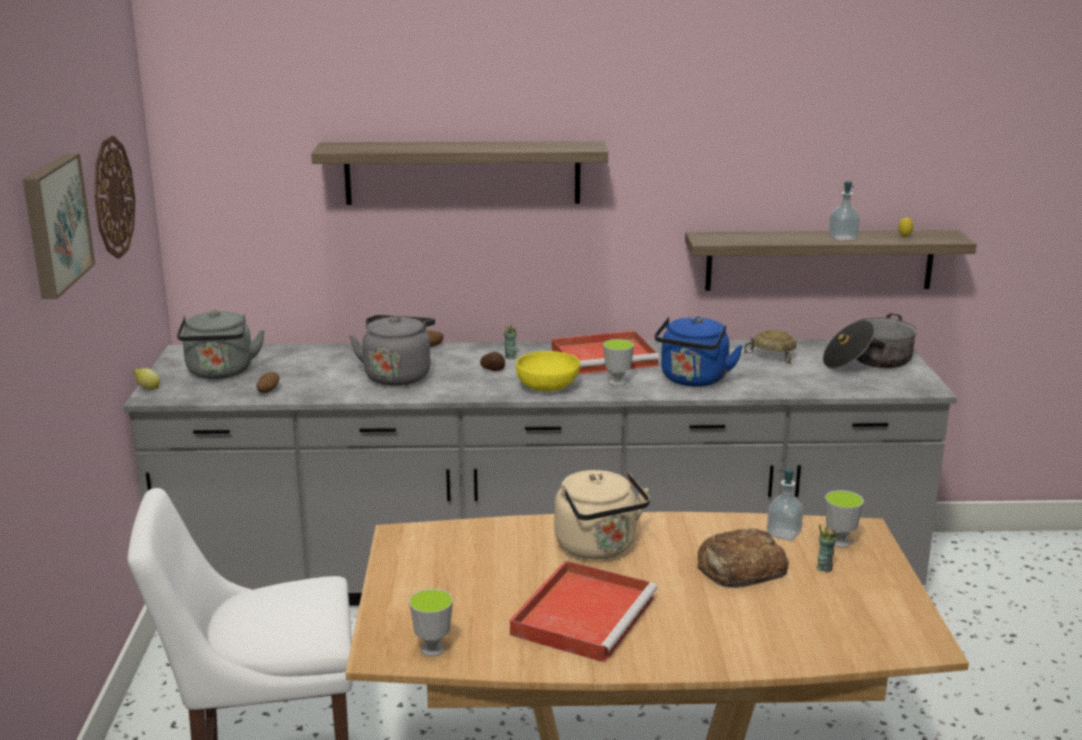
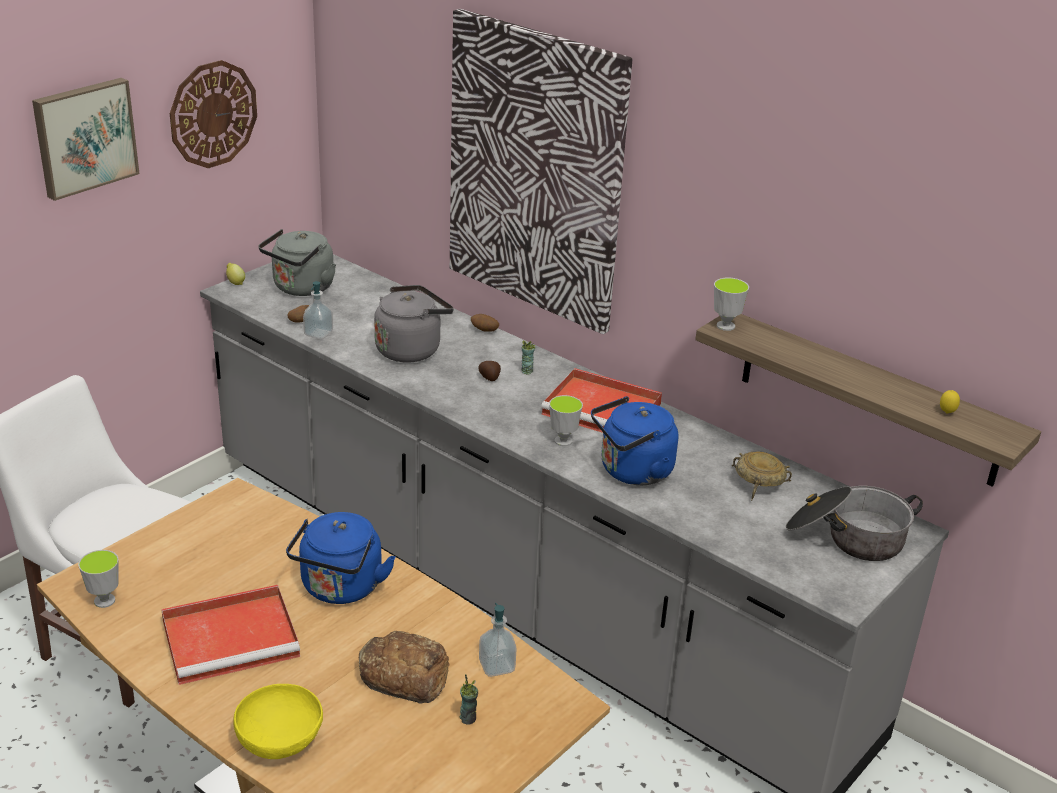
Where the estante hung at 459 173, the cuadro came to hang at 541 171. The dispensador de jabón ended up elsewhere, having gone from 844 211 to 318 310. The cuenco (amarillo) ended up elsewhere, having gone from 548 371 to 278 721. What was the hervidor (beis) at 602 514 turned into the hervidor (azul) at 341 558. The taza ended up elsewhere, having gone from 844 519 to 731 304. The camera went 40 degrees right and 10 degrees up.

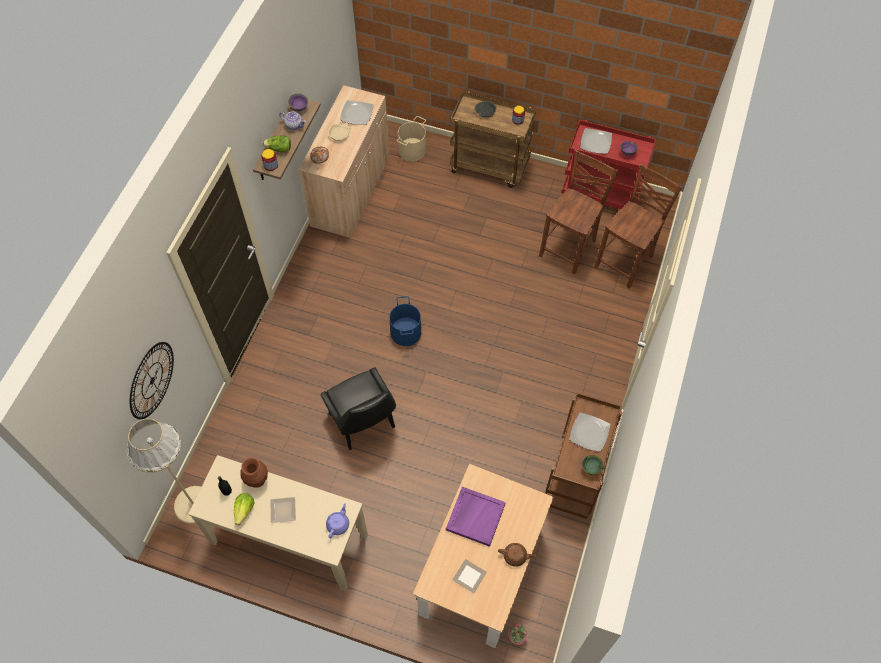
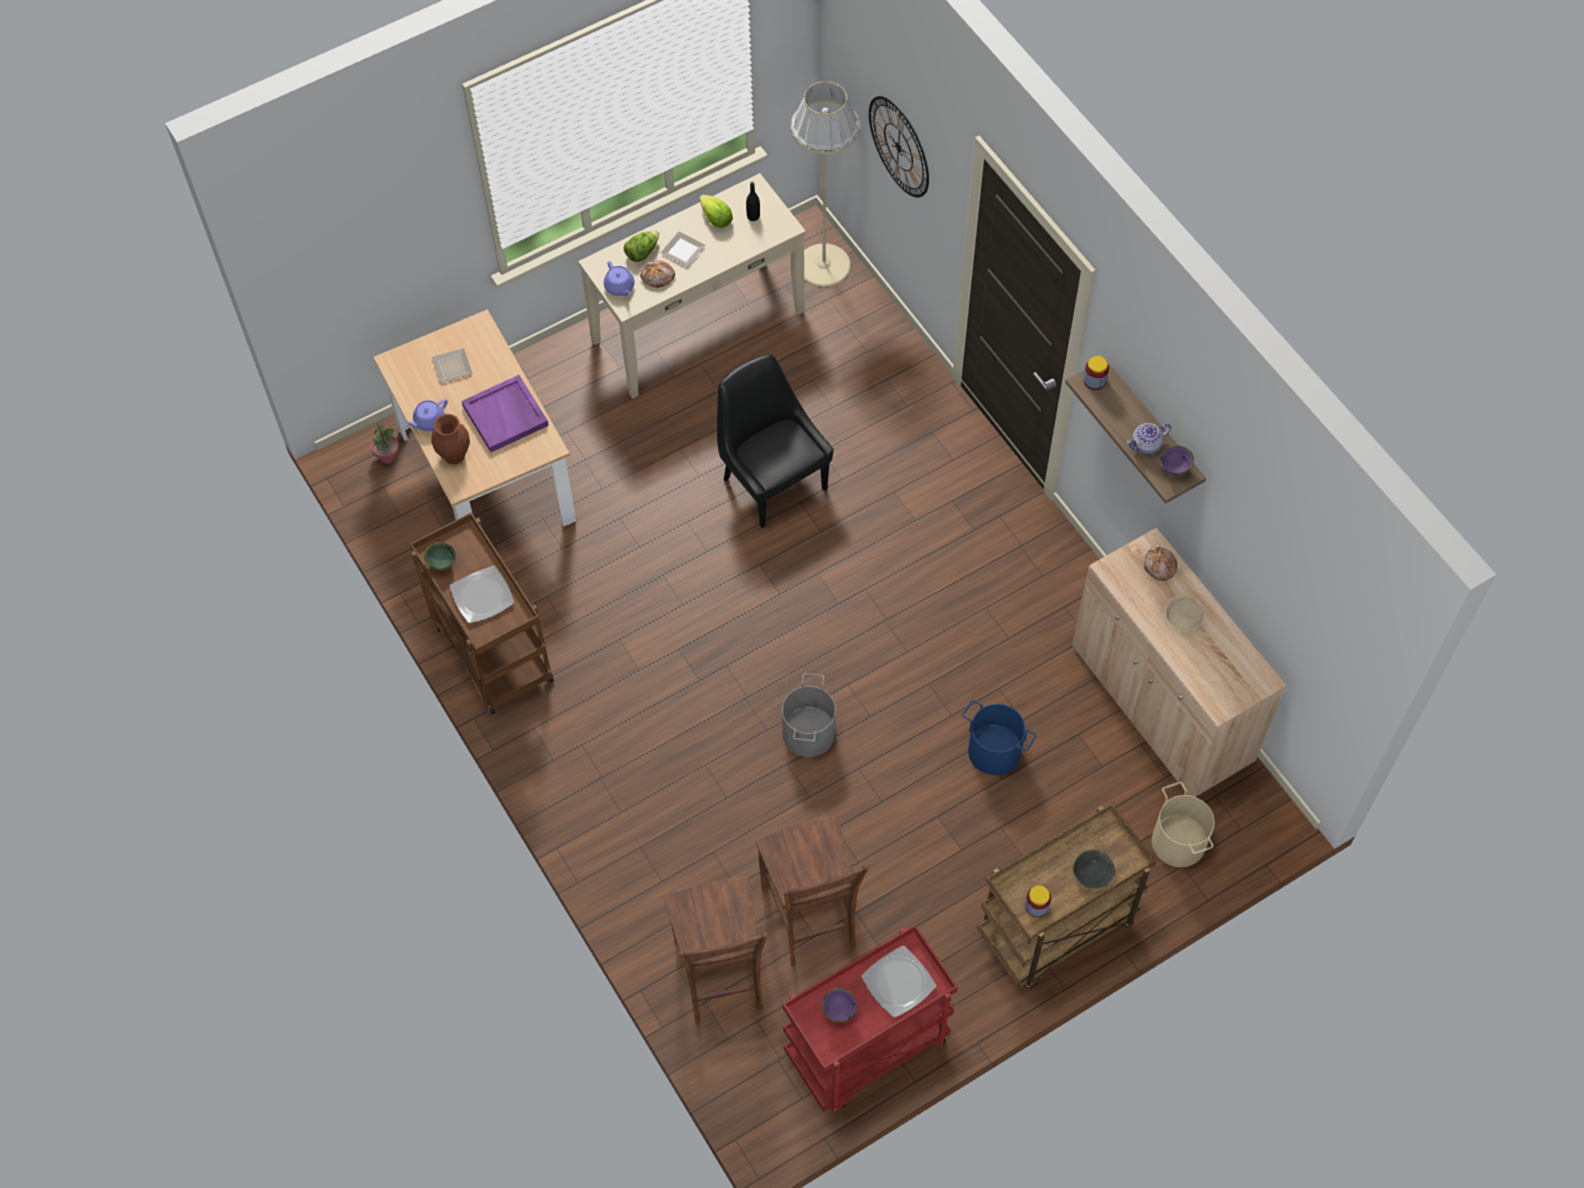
The second view lost the plato at 356 112. The lechuga ended up elsewhere, having gone from 276 144 to 641 246. The cubo (azul) ended up elsewhere, having gone from 405 321 to 999 737. The silla (negro) at 358 409 ended up facing another way, 45 degrees clockwise from before. The florero (marrón) ended up elsewhere, having gone from 254 472 to 450 439. What was the tetera (marrón) at 517 555 turned into the tetera (morado) at 426 415. The second view gained the pan at 657 274. The second view gained the cubo (gris) at 809 715. The camera went 130 degrees right and 0 degrees up.

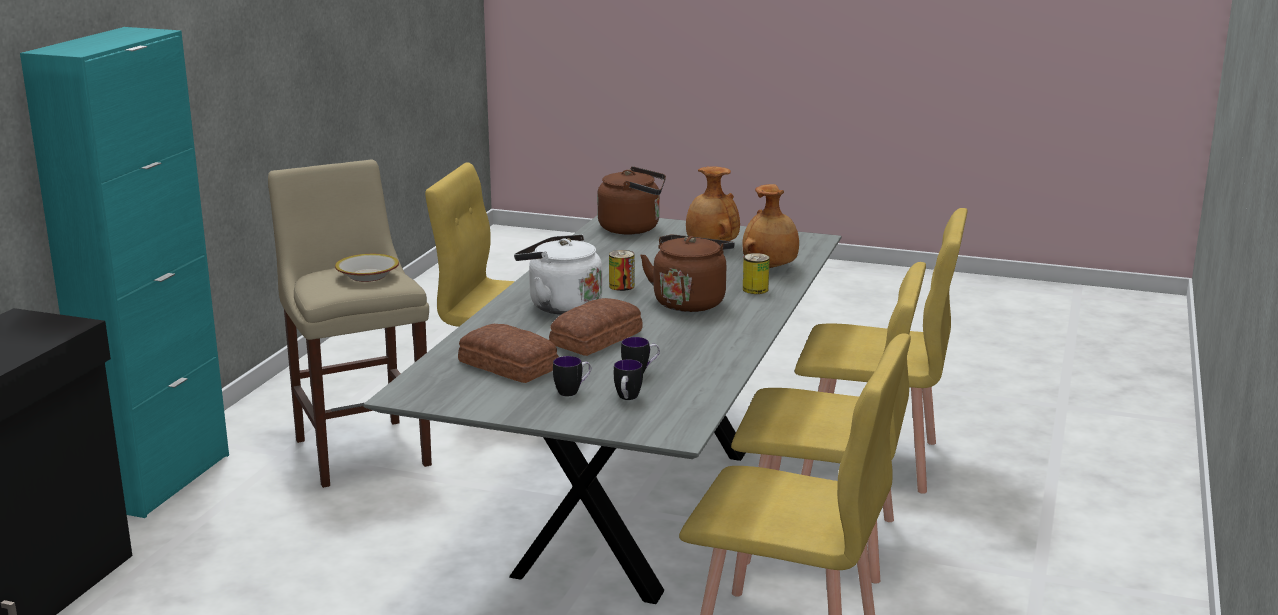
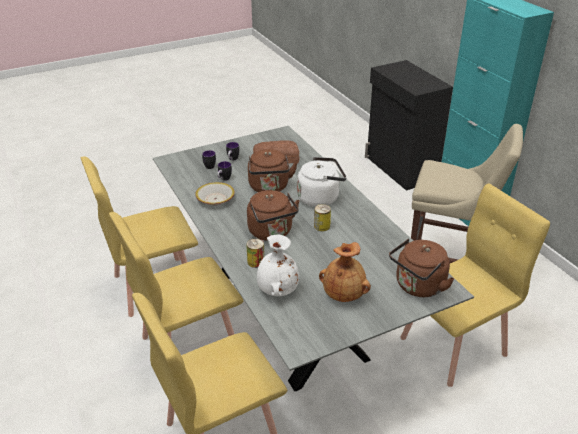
What was the florero (marrón) at 771 226 turned into the florero (blanco) at 278 265. The cuenco ended up elsewhere, having gone from 367 268 to 215 194. Where the pan stood at 596 327, the hervidor (marrón) came to stand at 273 170. The camera went 135 degrees right and 15 degrees up.

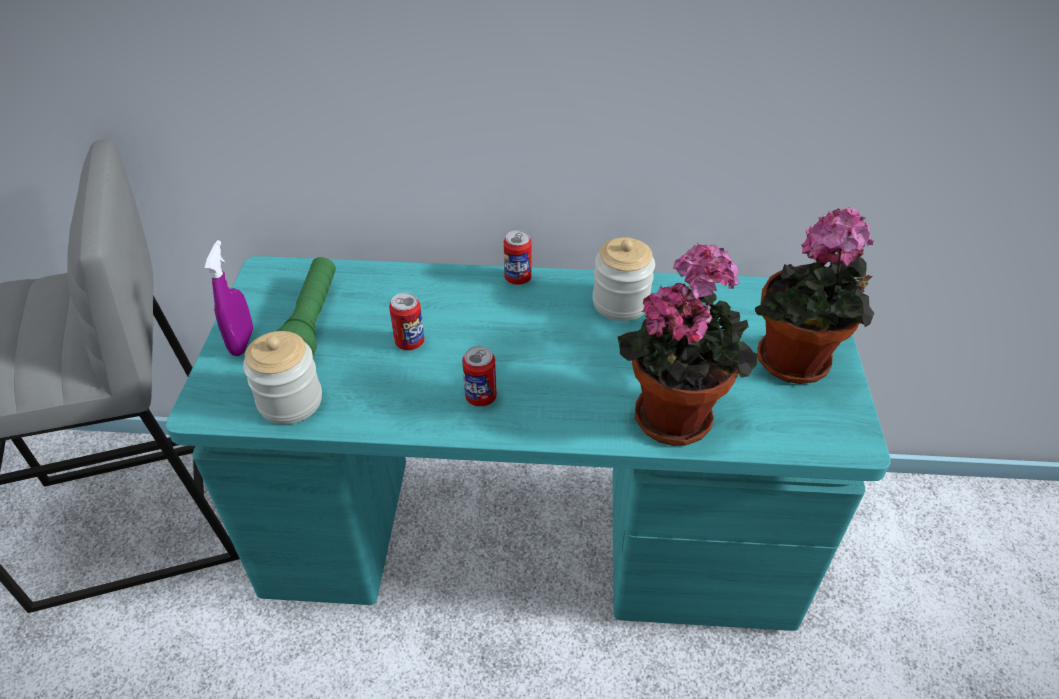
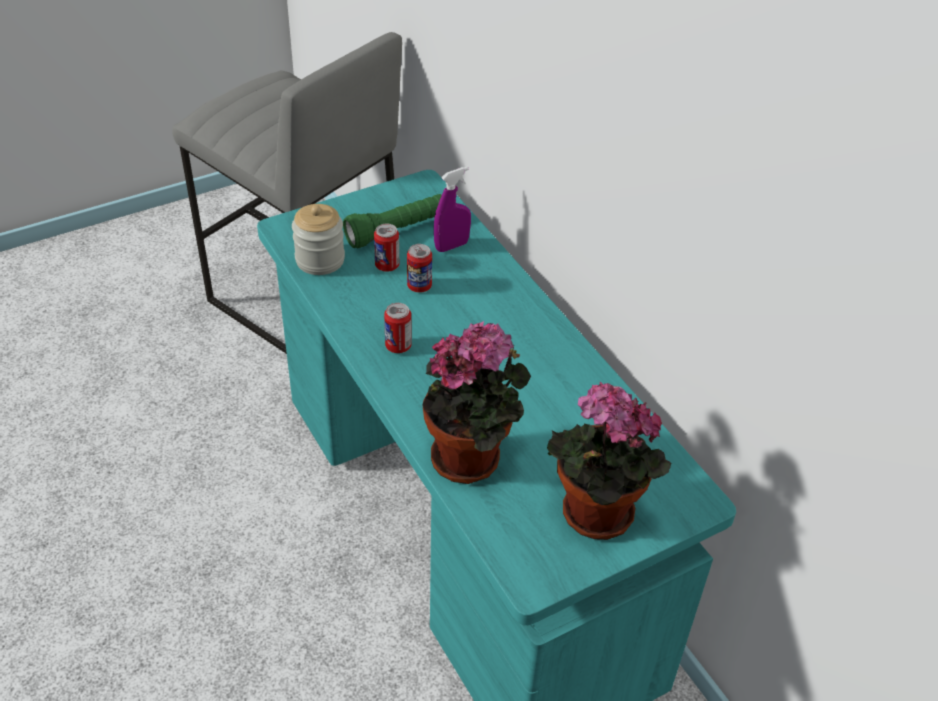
The lata ended up elsewhere, having gone from 518 257 to 386 248. The second view lost the tarro at 624 279. The pulverizador (morado) ended up elsewhere, having gone from 229 298 to 452 209. The camera went 55 degrees right and 0 degrees up.

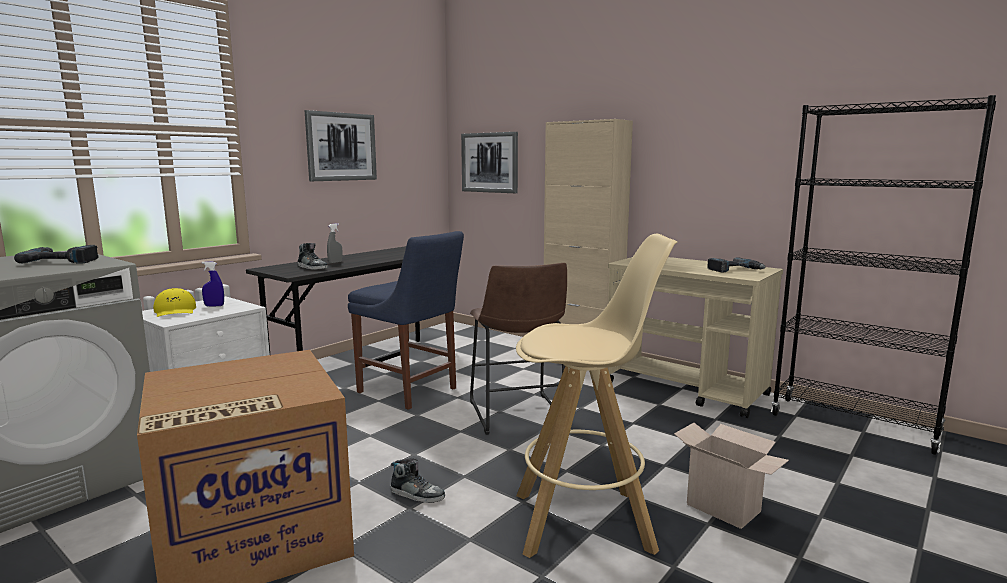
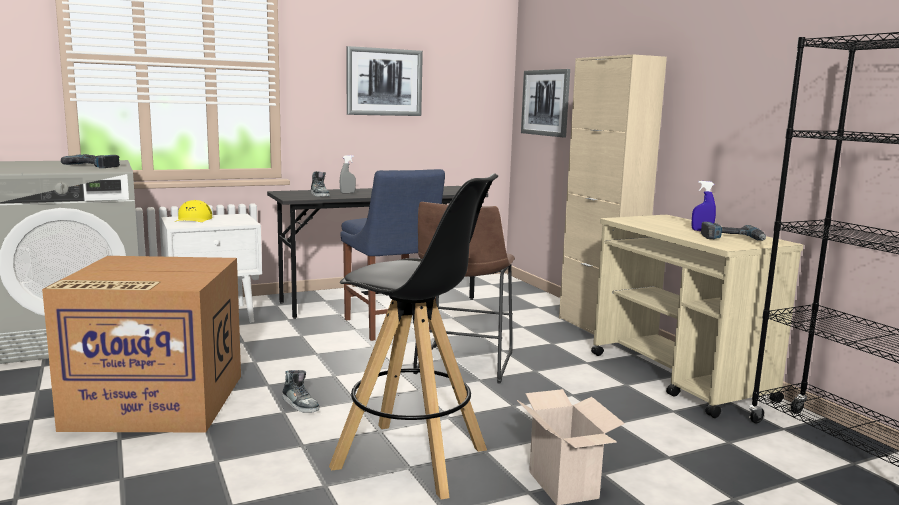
What was the taburete (beis) at 597 396 turned into the taburete (negro) at 413 336. The pulverizador (azul) ended up elsewhere, having gone from 213 284 to 704 206. The camera went 25 degrees right and 0 degrees up.

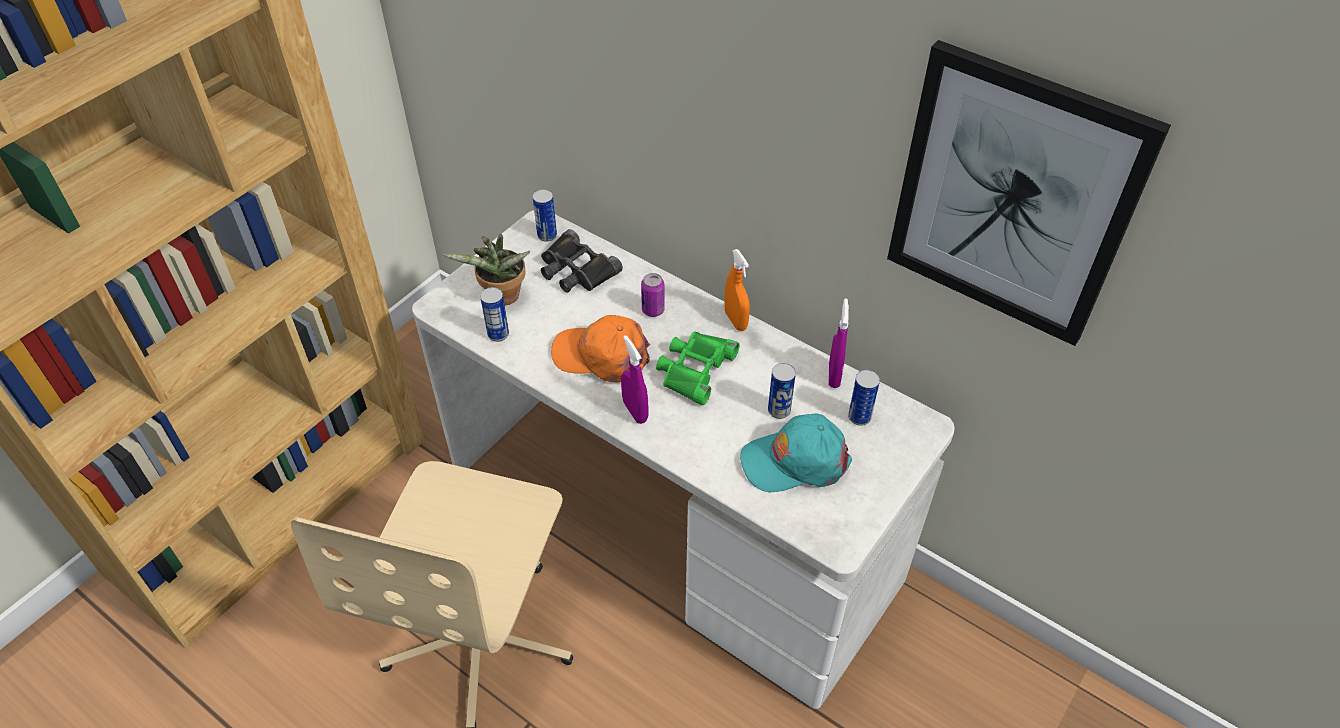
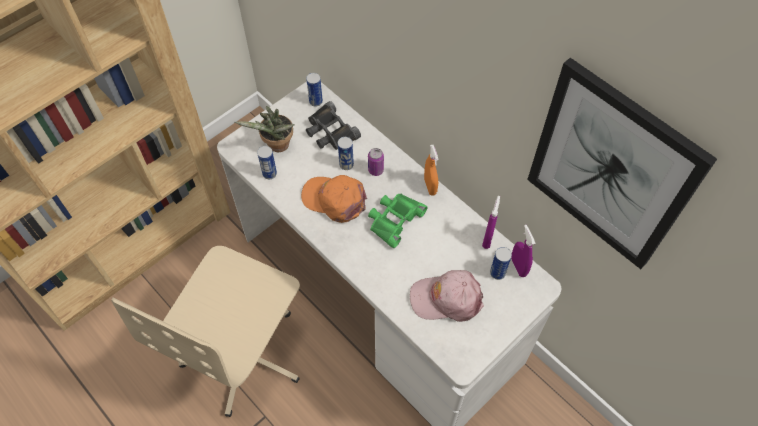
The pulverizador (morado) ended up elsewhere, having gone from 635 379 to 523 251. The lata ended up elsewhere, having gone from 782 391 to 346 153. What was the gorra (turquesa) at 796 453 turned into the gorra (rosa) at 447 296. The camera went 10 degrees right and 10 degrees up.

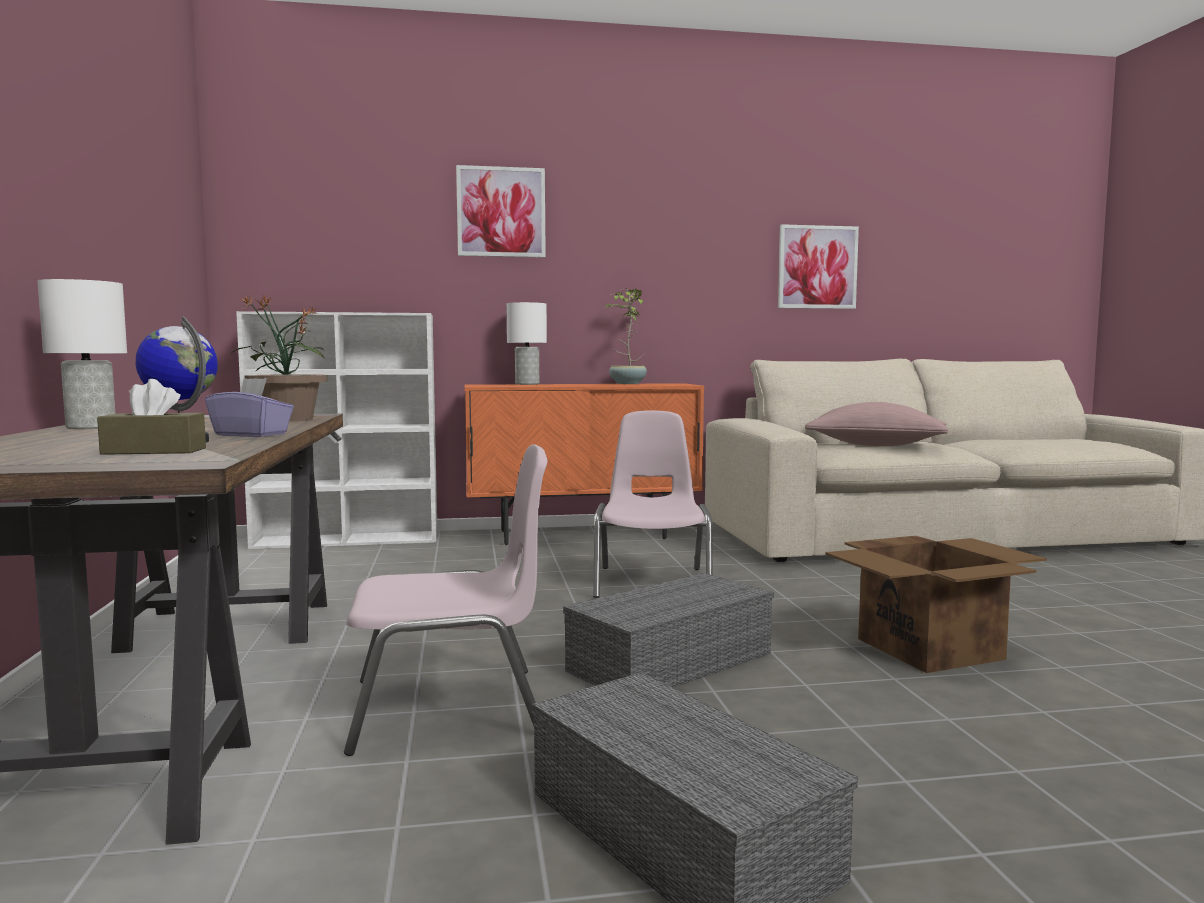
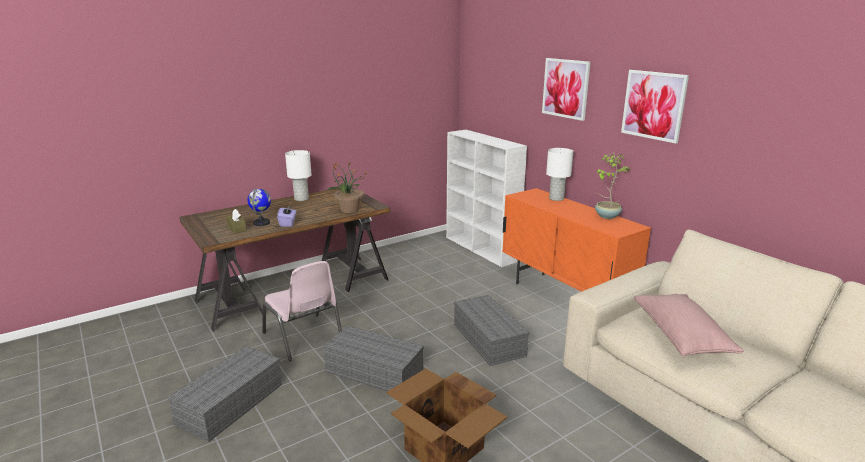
The cuadro ended up elsewhere, having gone from 818 266 to 655 107. Where the silla (rosa) stood at 653 504, the caja de almacenaje (gris) came to stand at 491 330. The camera went 65 degrees right and 15 degrees up.

